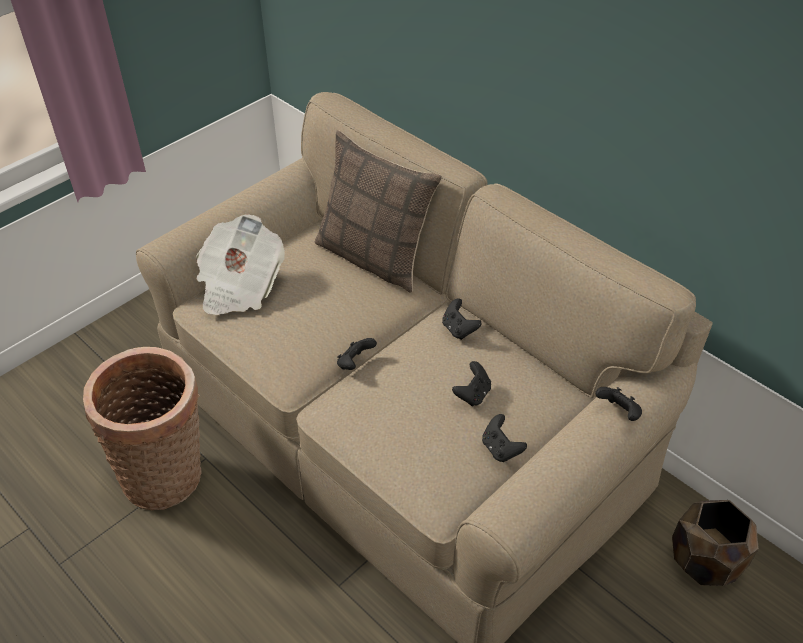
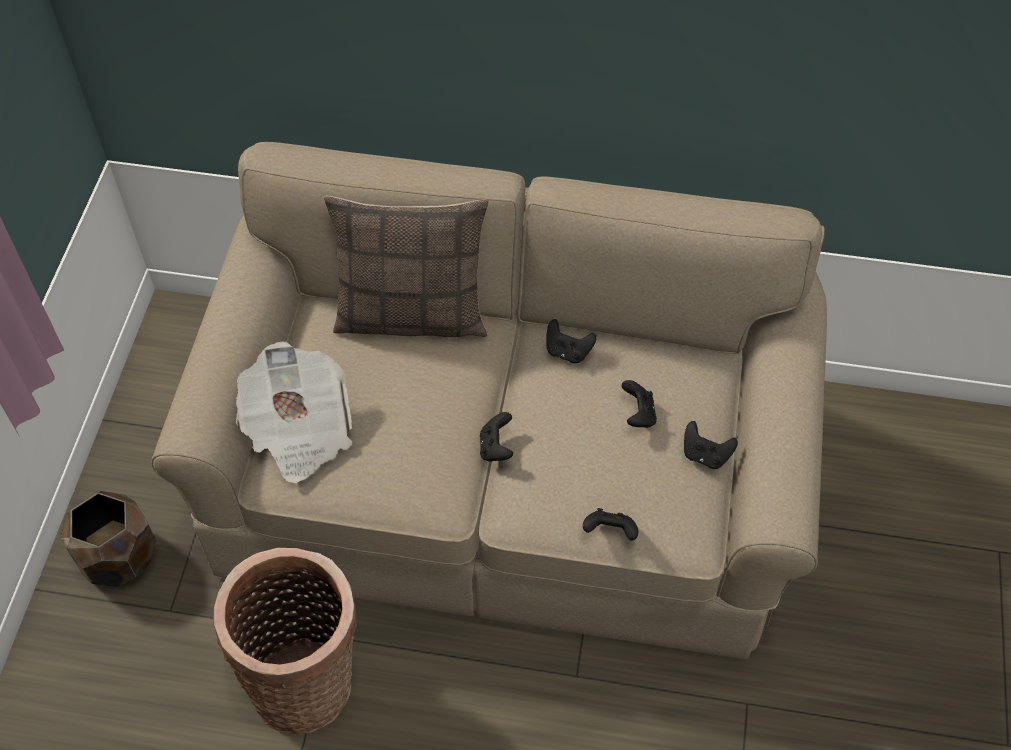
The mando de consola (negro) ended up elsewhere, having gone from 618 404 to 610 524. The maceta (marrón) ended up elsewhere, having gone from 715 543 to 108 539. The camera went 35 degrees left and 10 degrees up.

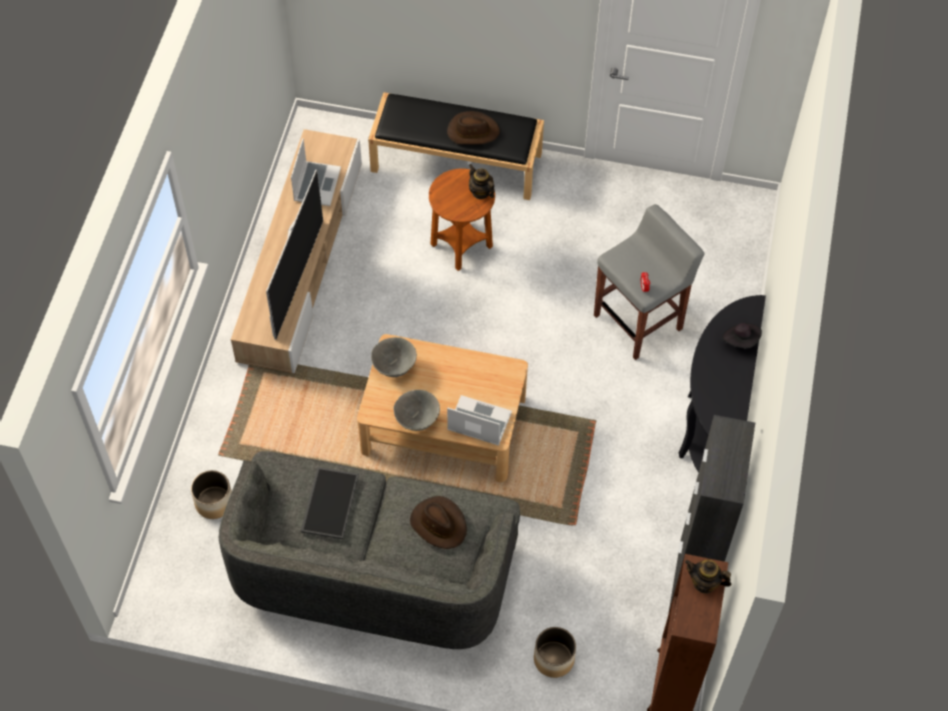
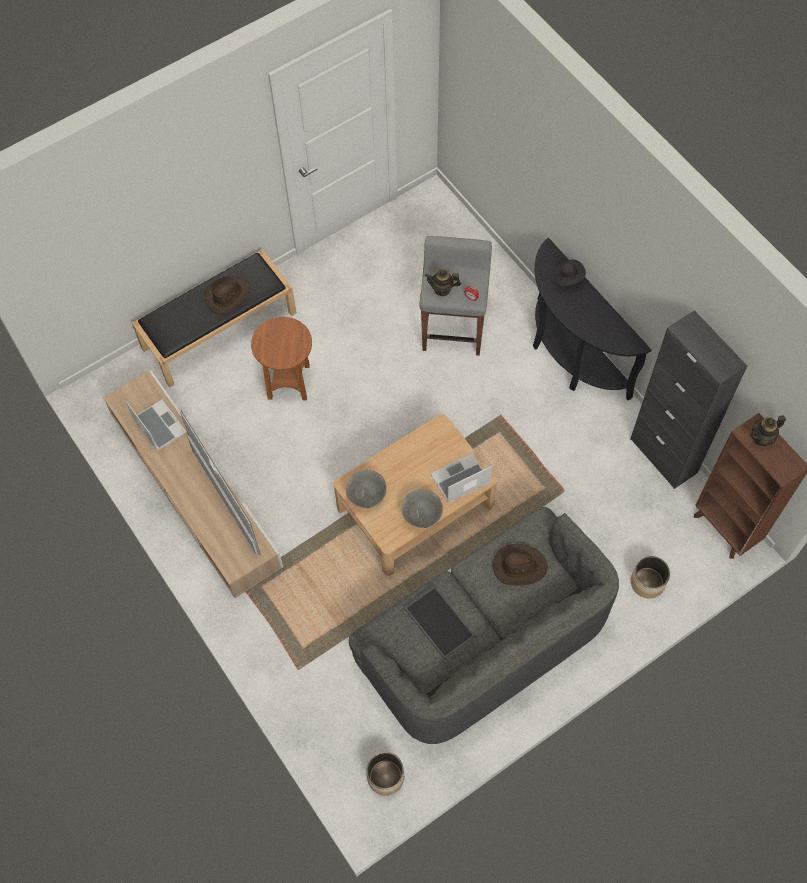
The tetera ended up elsewhere, having gone from 482 181 to 443 282. The maceta ended up elsewhere, having gone from 211 494 to 385 774. The camera went 45 degrees left and 5 degrees up.

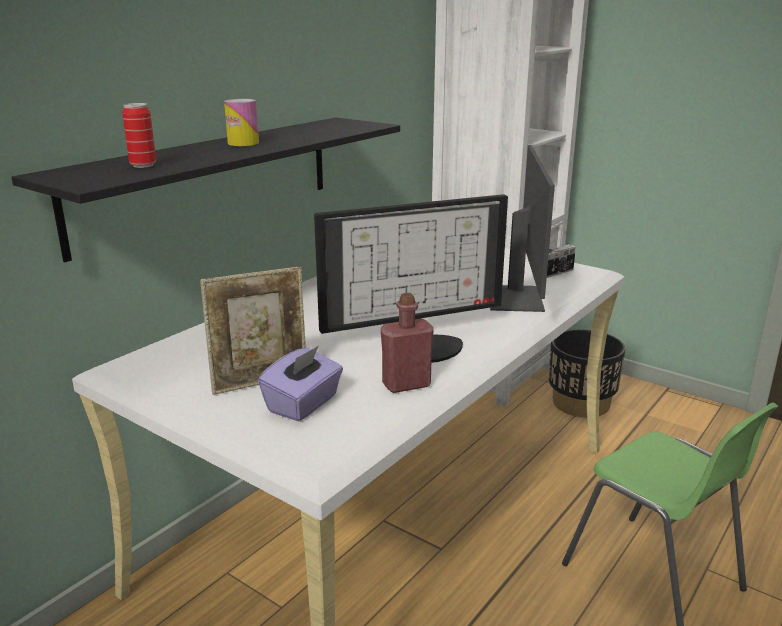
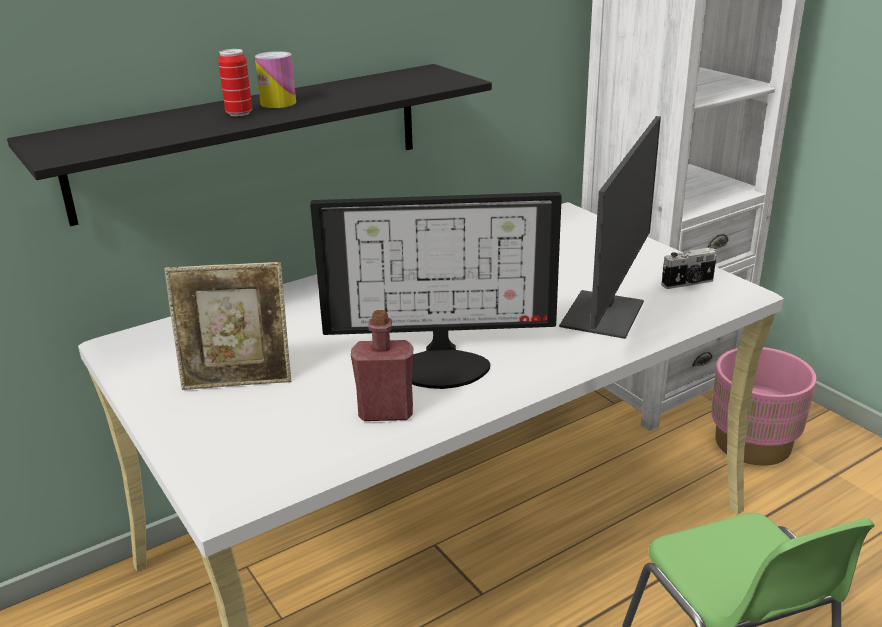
The lata ended up elsewhere, having gone from 139 135 to 235 82. What was the maceta (negro) at 587 373 turned into the maceta (rosa) at 763 406. The second view lost the caja de pañuelos (morado) at 300 384. The camera went 20 degrees right and 5 degrees up.

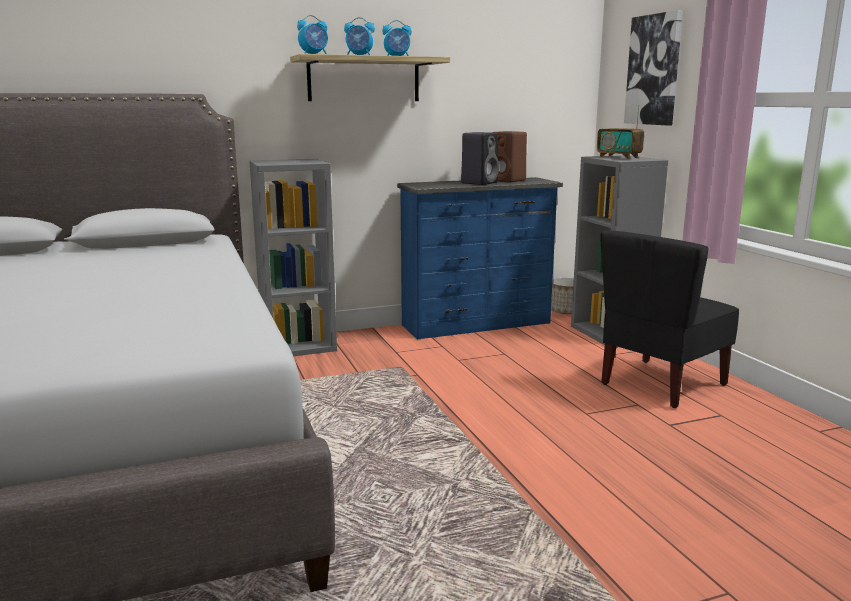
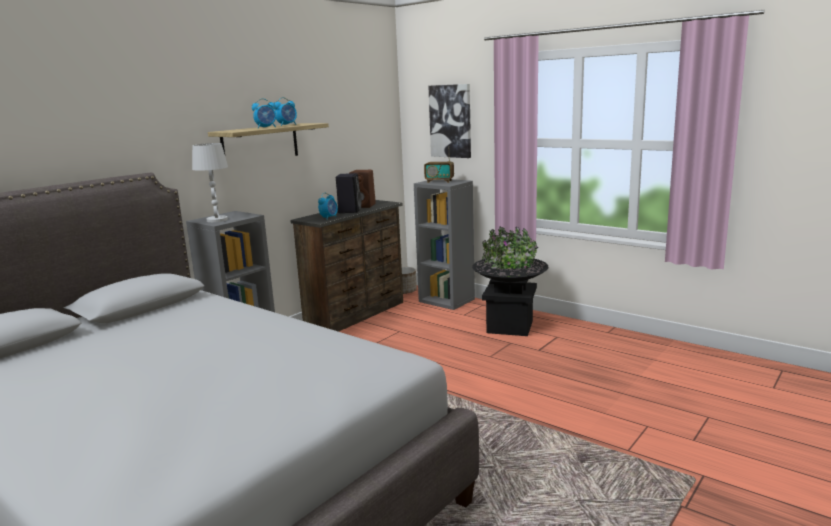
The despertador ended up elsewhere, having gone from 312 34 to 328 206. What was the cómoda (azul) at 480 258 turned into the cómoda (marrón) at 346 266. Where the silla (negro) stood at 670 319, the maceta (negro) came to stand at 510 281. The second view gained the lámpara de mesa (blanco) at 210 182. The camera went 30 degrees left and 0 degrees up.

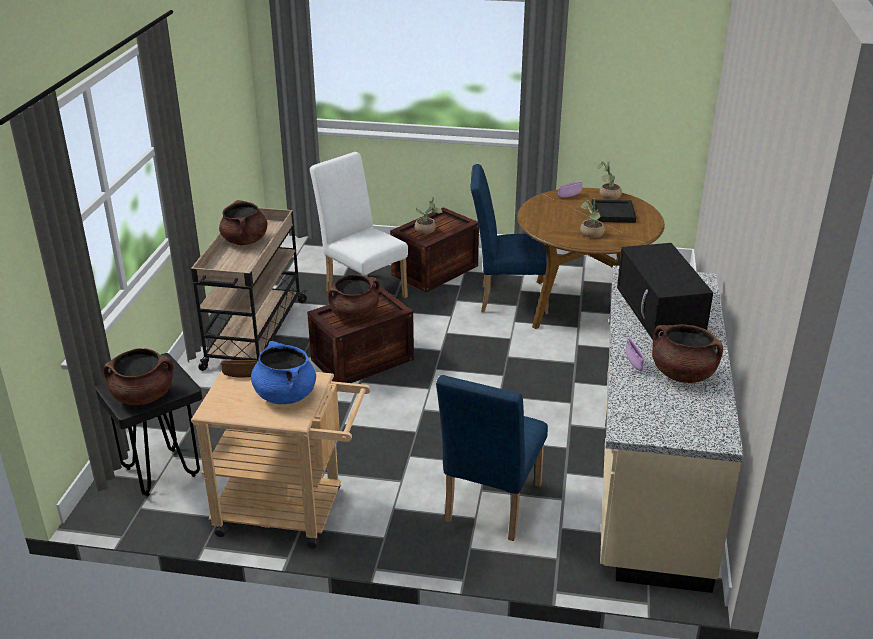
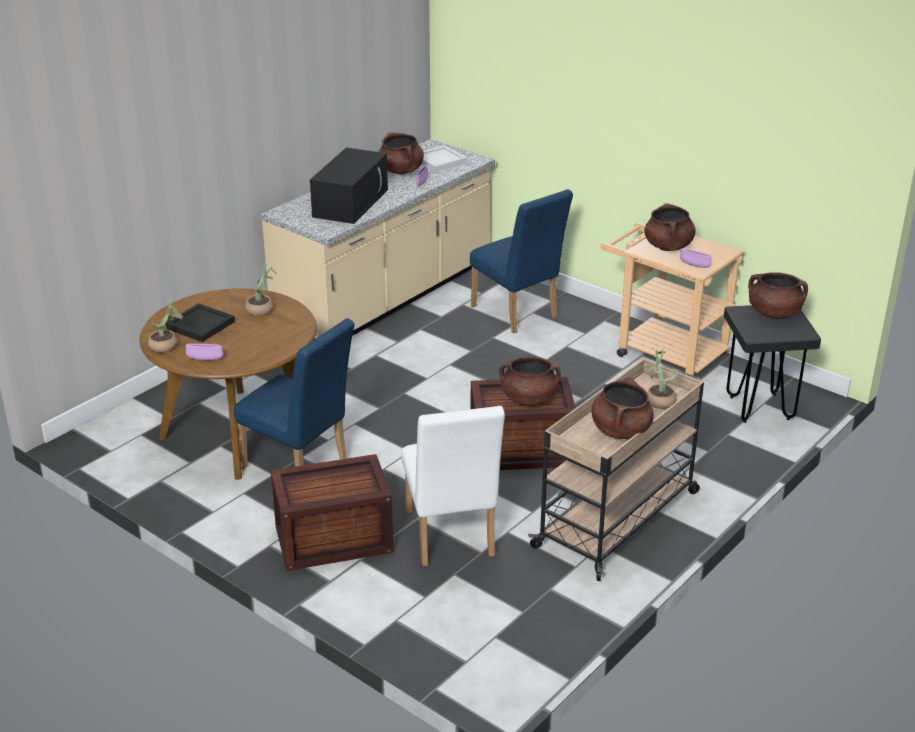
The planta en maceta ended up elsewhere, having gone from 429 215 to 661 379. What was the olla (azul) at 283 372 turned into the olla (marrón) at 669 227. What was the cuenco (marrón) at 239 369 turned into the cuenco (morado) at 696 258. The silla (azul) at 492 458 ended up facing another way, 90 degrees clockwise from before. The second view gained the bandeja (blanco) at 444 159. The camera went 150 degrees left and 0 degrees up.

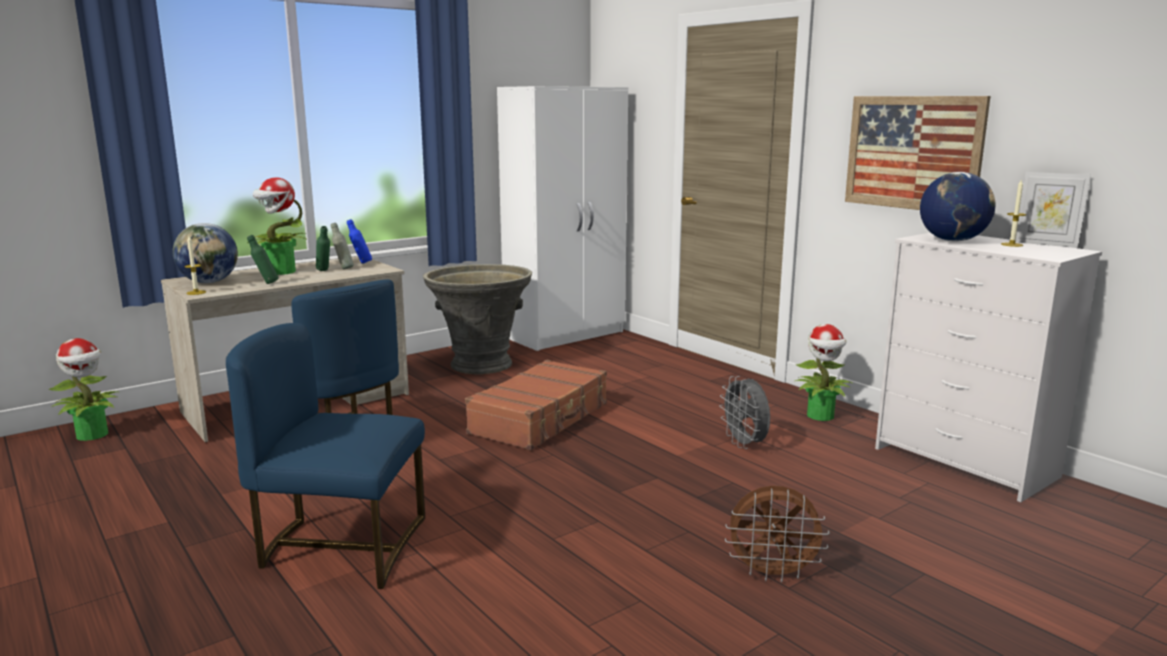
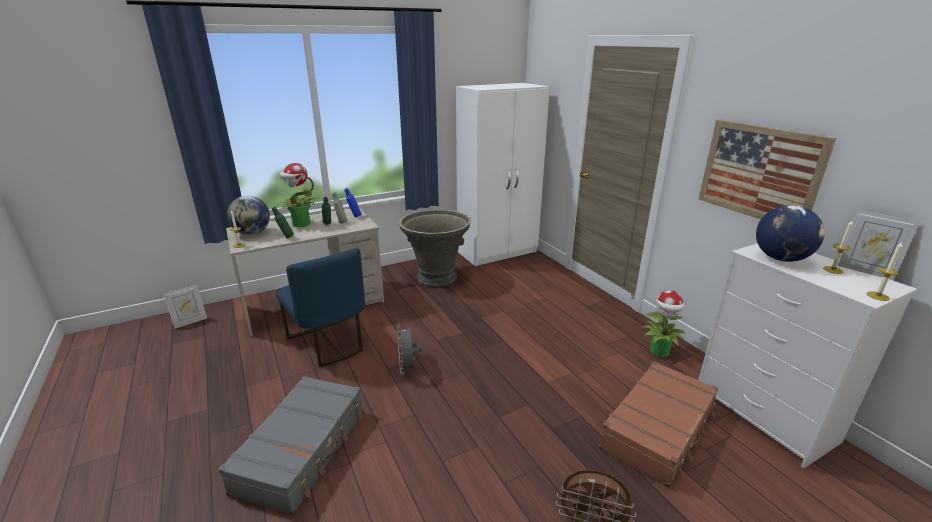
Where the silla (azul) stood at 325 456, the maleta (gris) came to stand at 291 445. Where the planta en maceta stood at 82 389, the portarretratos came to stand at 185 307. The maleta (marrón) ended up elsewhere, having gone from 536 405 to 658 424. The ventilador (gris) ended up elsewhere, having gone from 744 412 to 409 349. The second view gained the vela at 884 271. The camera went 10 degrees right and 10 degrees up.

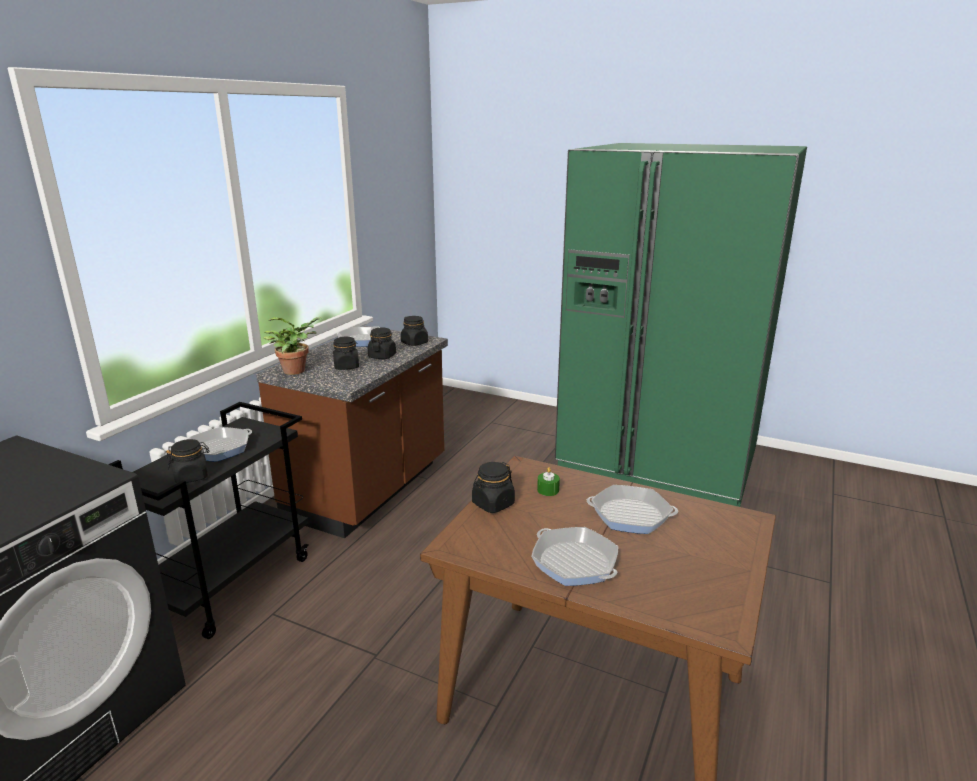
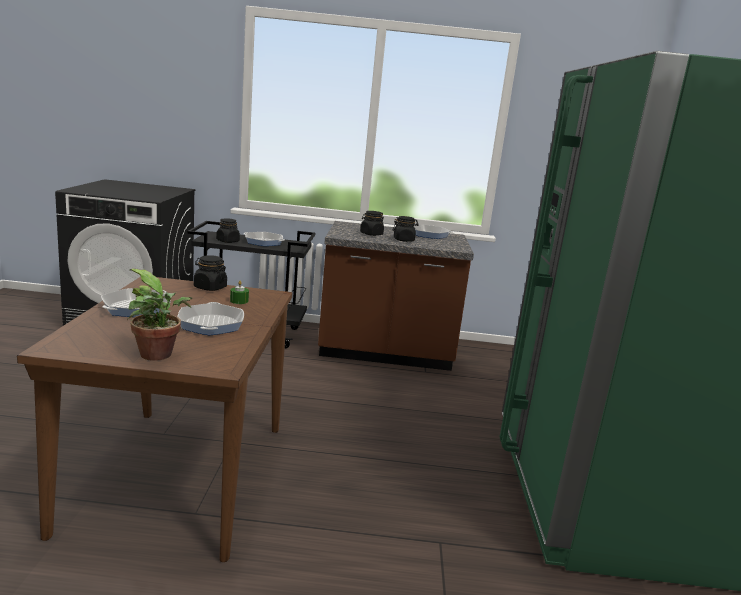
The second view lost the tarro (negro) at 414 331. The planta en maceta ended up elsewhere, having gone from 293 346 to 160 315. The camera went 65 degrees right and 5 degrees down.

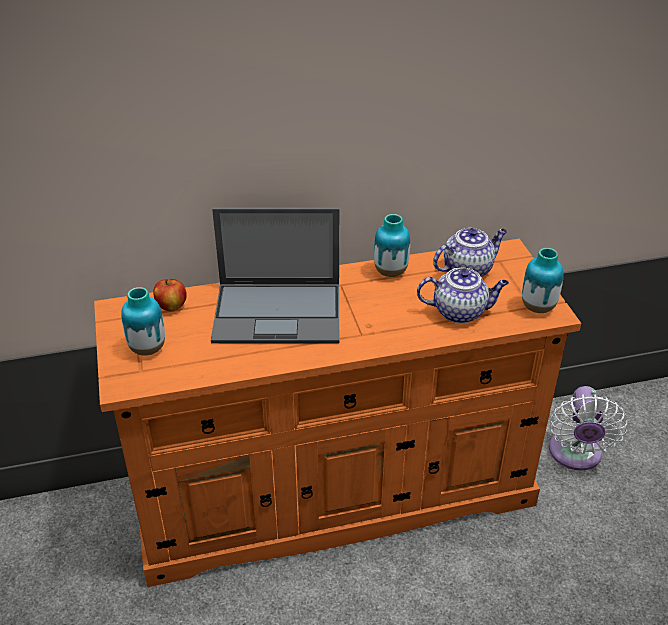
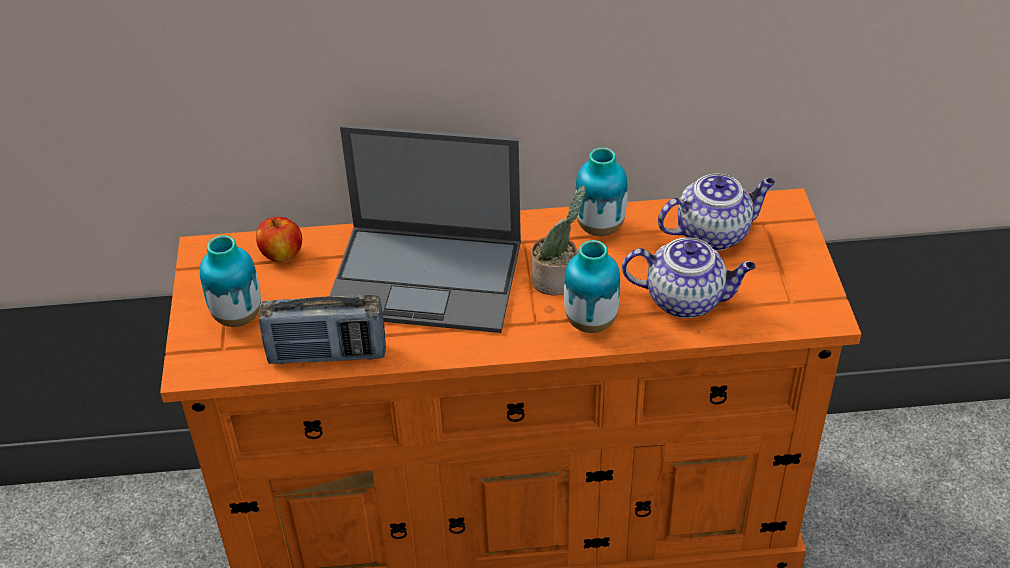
The florero ended up elsewhere, having gone from 543 280 to 592 286. The second view lost the ventilador (blanco) at 588 428. The second view gained the planta en maceta at 558 240. The second view gained the radio at 322 329. The camera went 10 degrees right and 5 degrees up.

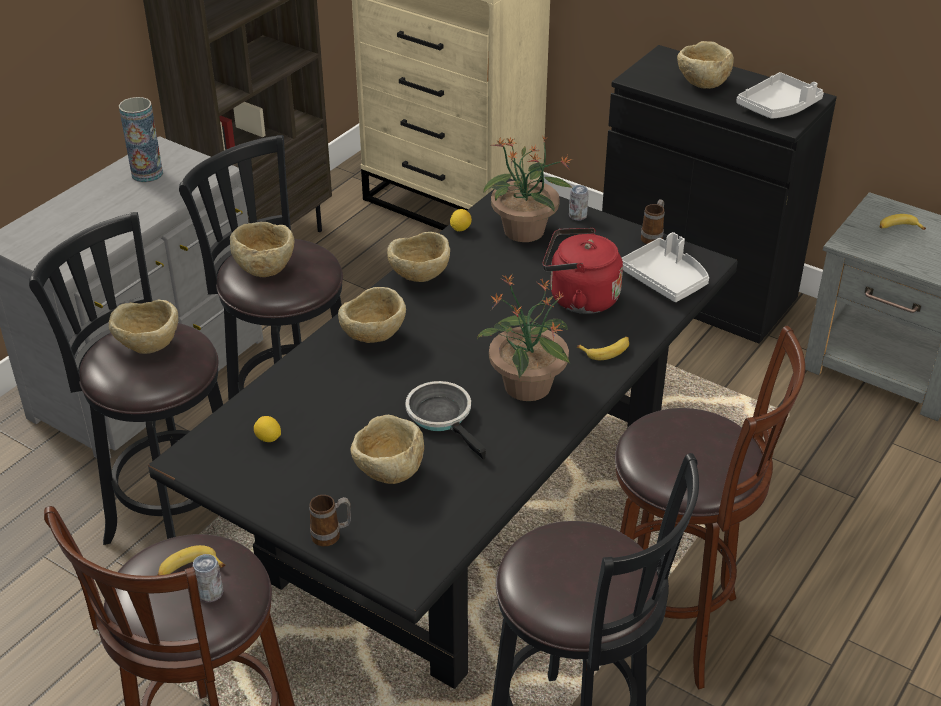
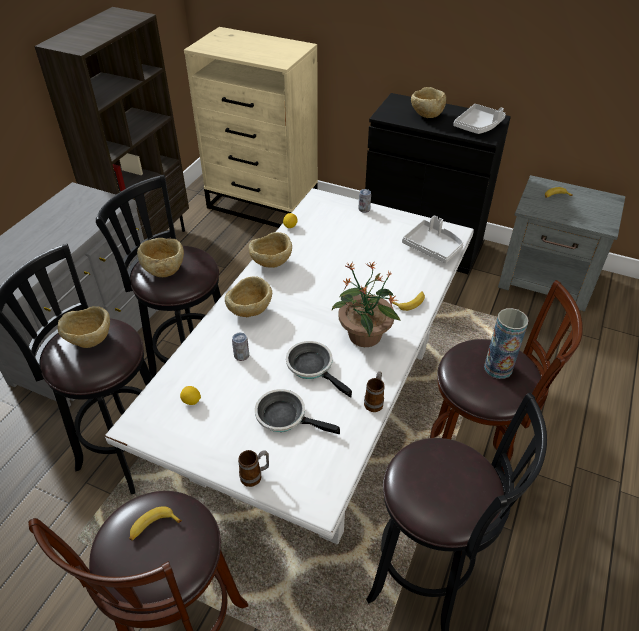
The florero ended up elsewhere, having gone from 141 140 to 506 343. The second view lost the planta en maceta at 528 189. What was the mesa de comedor (negro) at 443 434 turned into the mesa de comedor (blanco) at 289 366. The taza grande ended up elsewhere, having gone from 653 222 to 374 392. The second view lost the hervidor (rojo) at 582 271. Where the cuenco (beis) stood at 387 449, the sartén came to stand at 297 412. The lata ended up elsewhere, having gone from 208 578 to 240 346. The camera went 10 degrees left and 5 degrees up.

